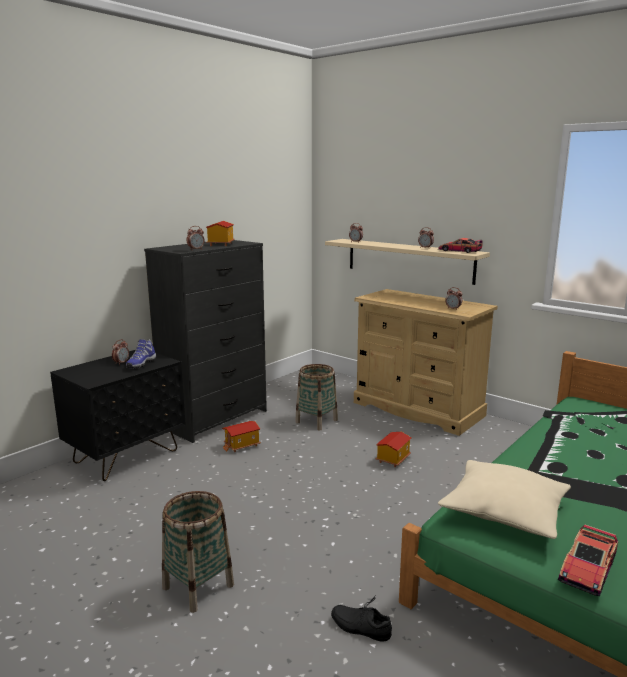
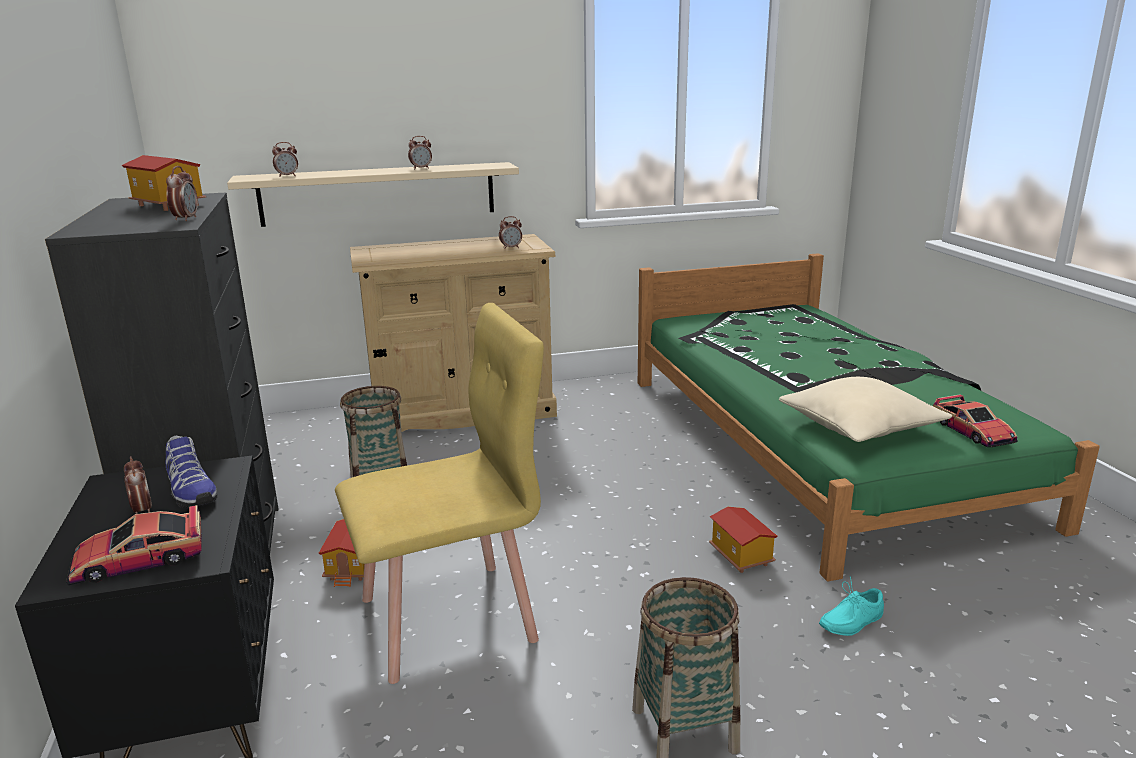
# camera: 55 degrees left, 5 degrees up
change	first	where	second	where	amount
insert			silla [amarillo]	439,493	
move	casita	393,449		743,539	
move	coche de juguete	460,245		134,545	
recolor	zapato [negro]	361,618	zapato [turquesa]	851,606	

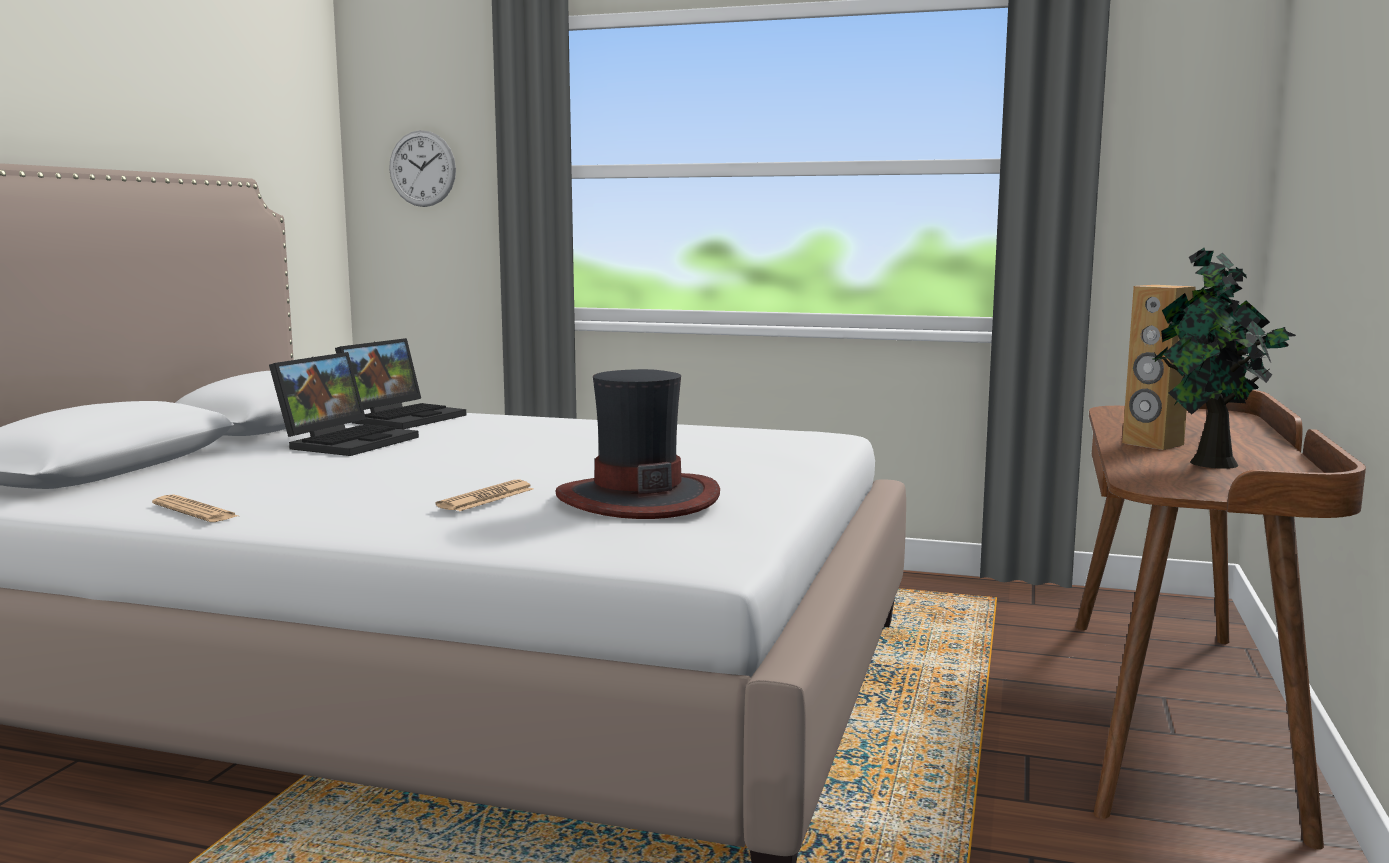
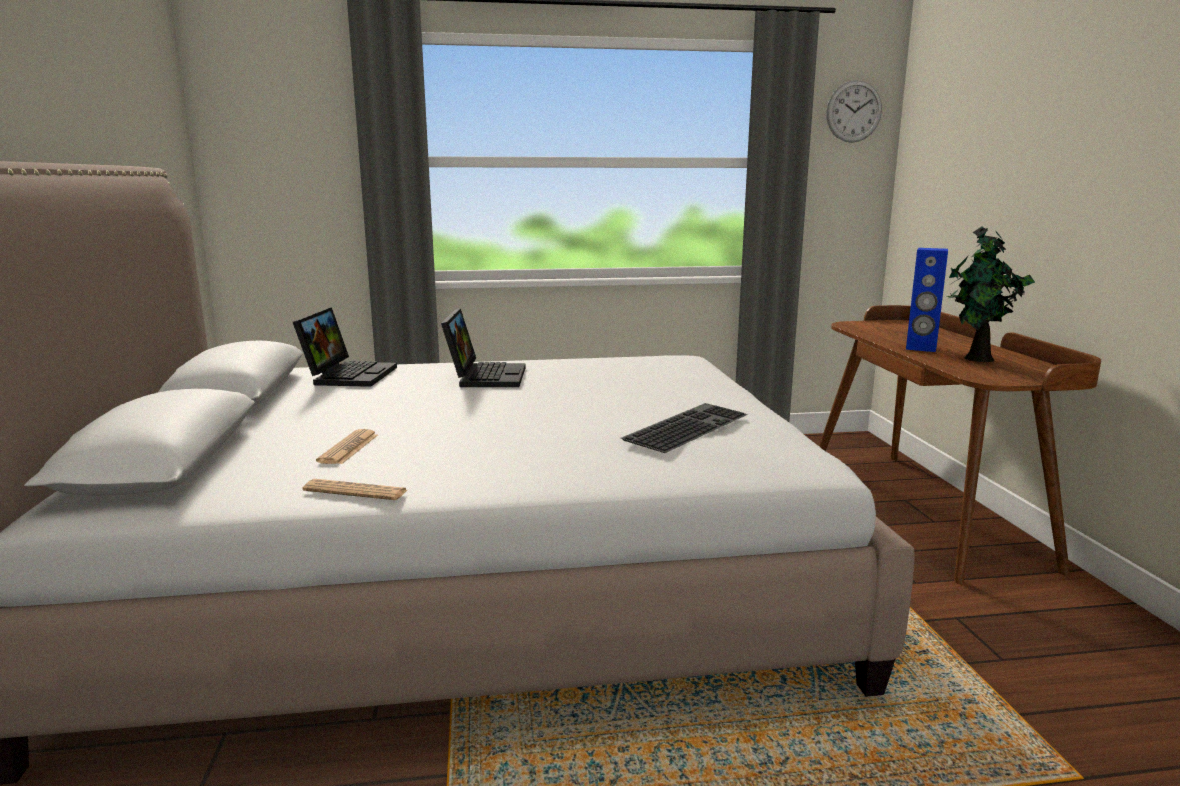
# camera: 25 degrees left, 5 degrees up
change	first	where	second	where	amount
move	portátil	344,404		483,347	
move	reloj de pared	422,168		854,111	
move	periódico	484,495		347,446	
replace	sombrero	638,444	teclado	684,428	
recolor	altavoz [marrón]	1159,367	altavoz [azul]	927,300	

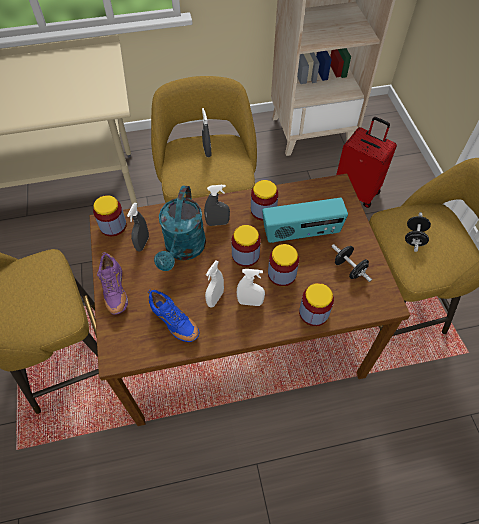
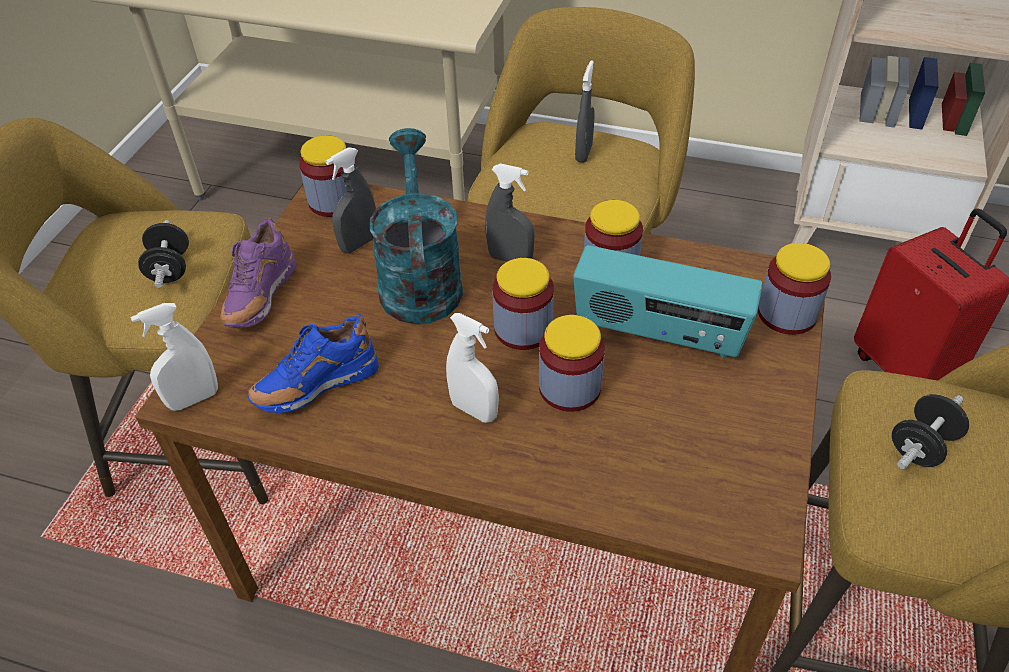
# camera: 30 degrees right, 10 degrees down
change	first	where	second	where	amount
move	pulverizador [blanco]	214,283		174,357	
move	tarro	316,304		794,289	
move	mancuerna [negro]	351,263		163,254	
rotate	zapato [azul]	173,316		313,363	75 degrees clockwise
rotate	regadera [turquesa]	180,228		416,226	135 degrees clockwise

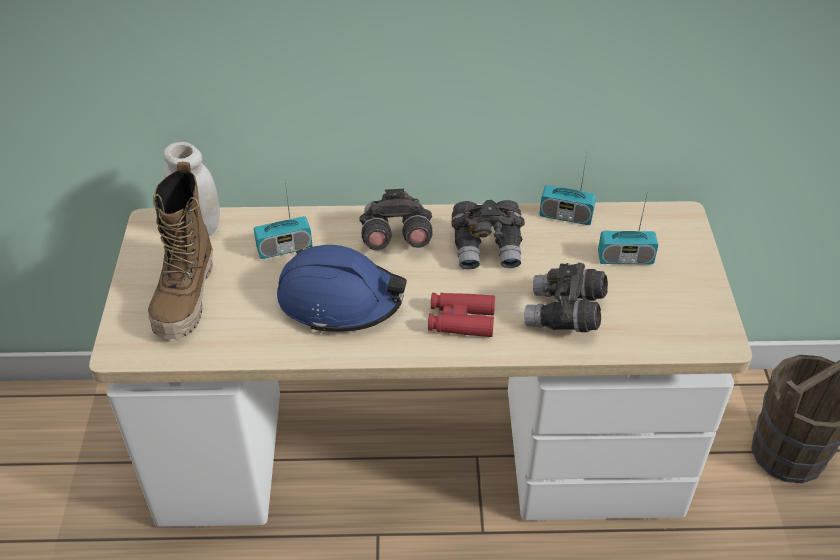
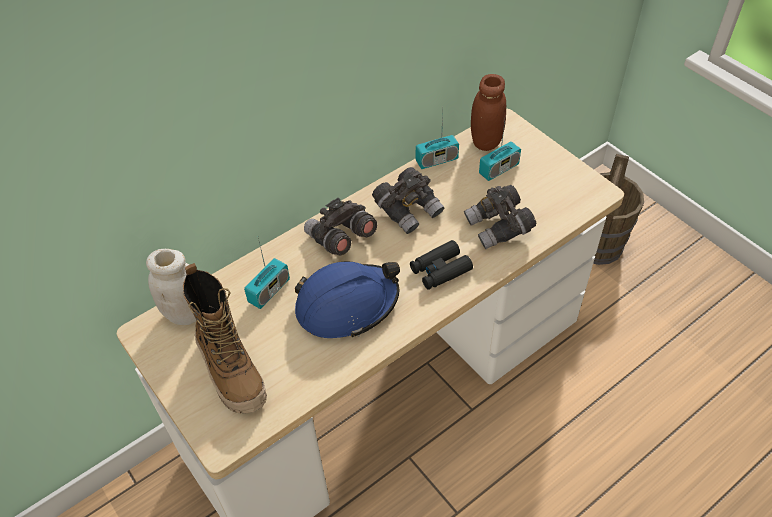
# camera: 35 degrees left, 5 degrees up
change	first	where	second	where	amount
insert			tarro [marrón]	488,112	
recolor	prismáticos [rojo]	461,315	prismáticos [negro]	441,265	

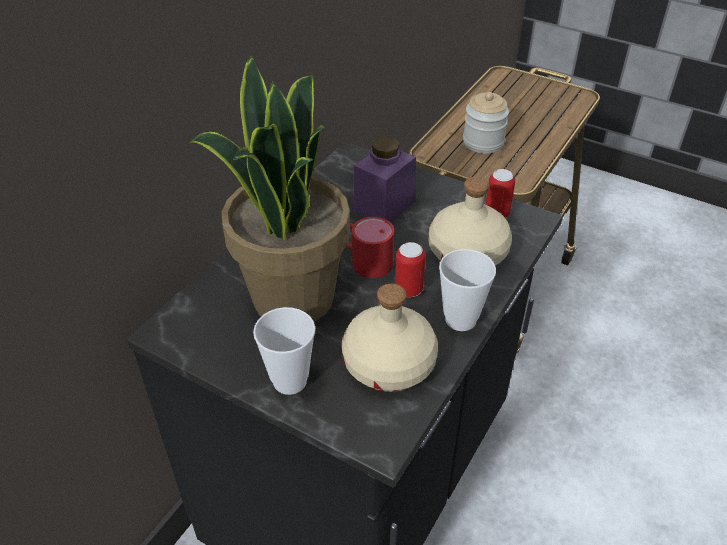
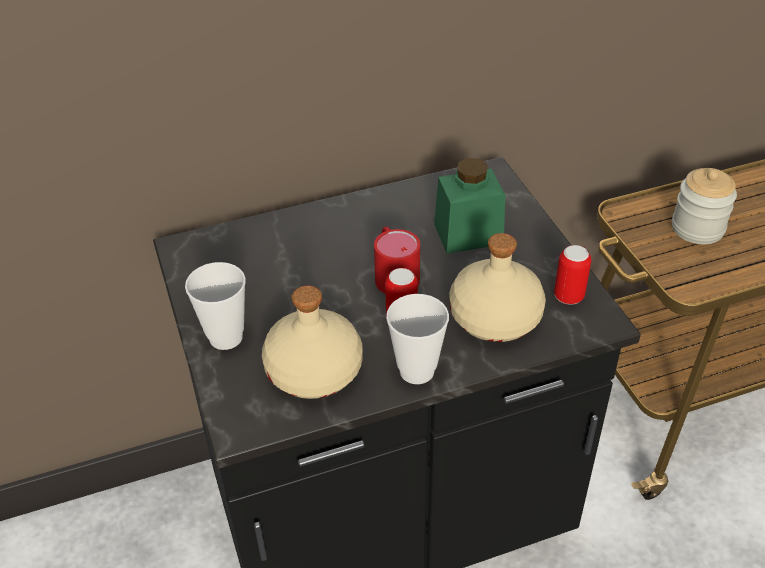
# camera: 40 degrees right, 0 degrees up
change	first	where	second	where	amount
delete	planta en maceta	269,188			
recolor	tarro [morado]	384,179	tarro [verde]	469,206	

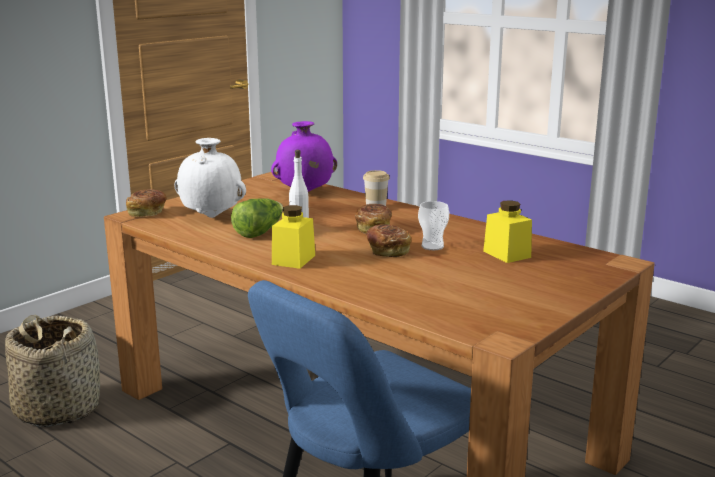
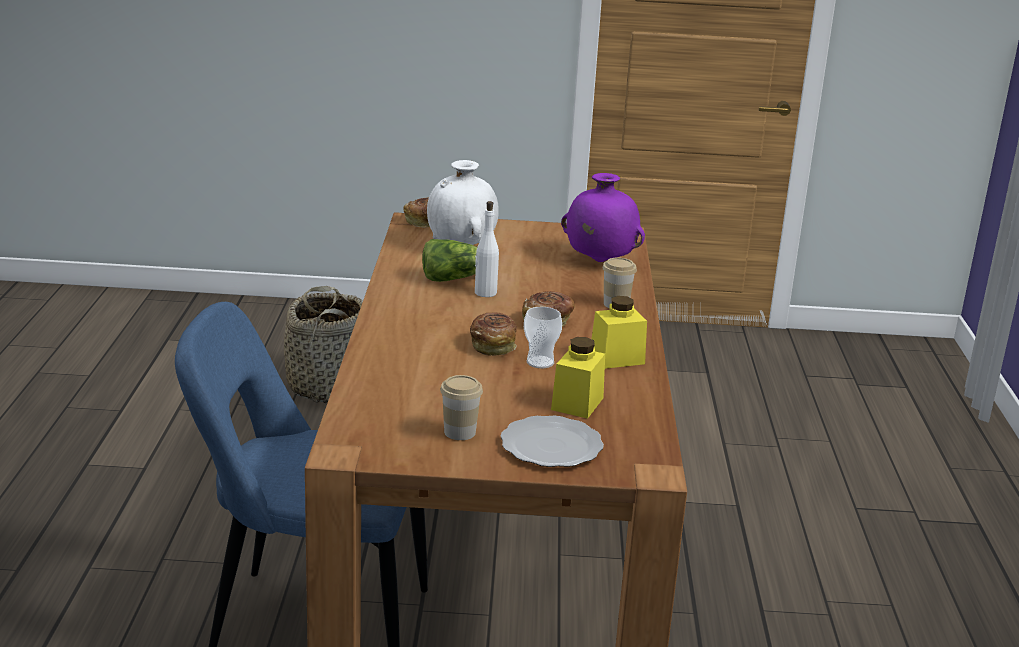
# camera: 50 degrees right, 5 degrees up
change	first	where	second	where	amount
insert			taza	461,407	
insert			plato	552,441	
move	tarro [amarillo]	293,237		619,332	

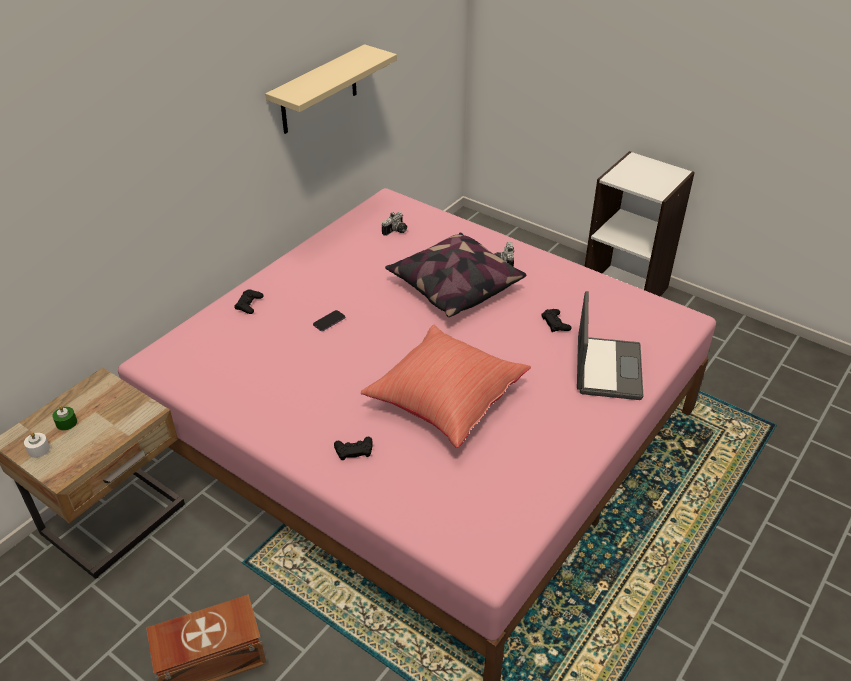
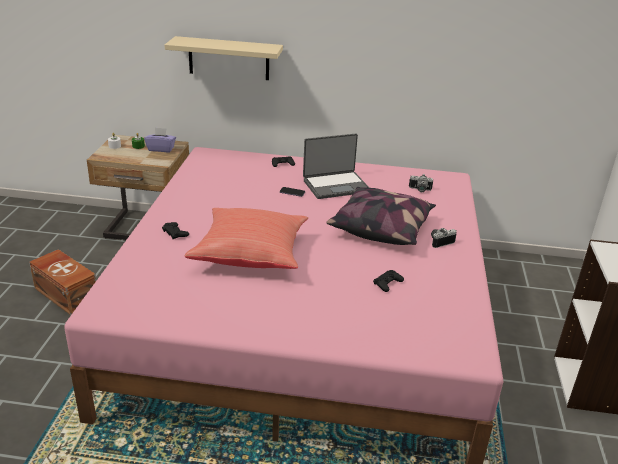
# camera: 60 degrees right, 10 degrees down
change	first	where	second	where	amount
insert			caja de pañuelos [morado]	160,139	
move	estante [beis]	331,89		223,58	
move	portátil	610,345		336,166	

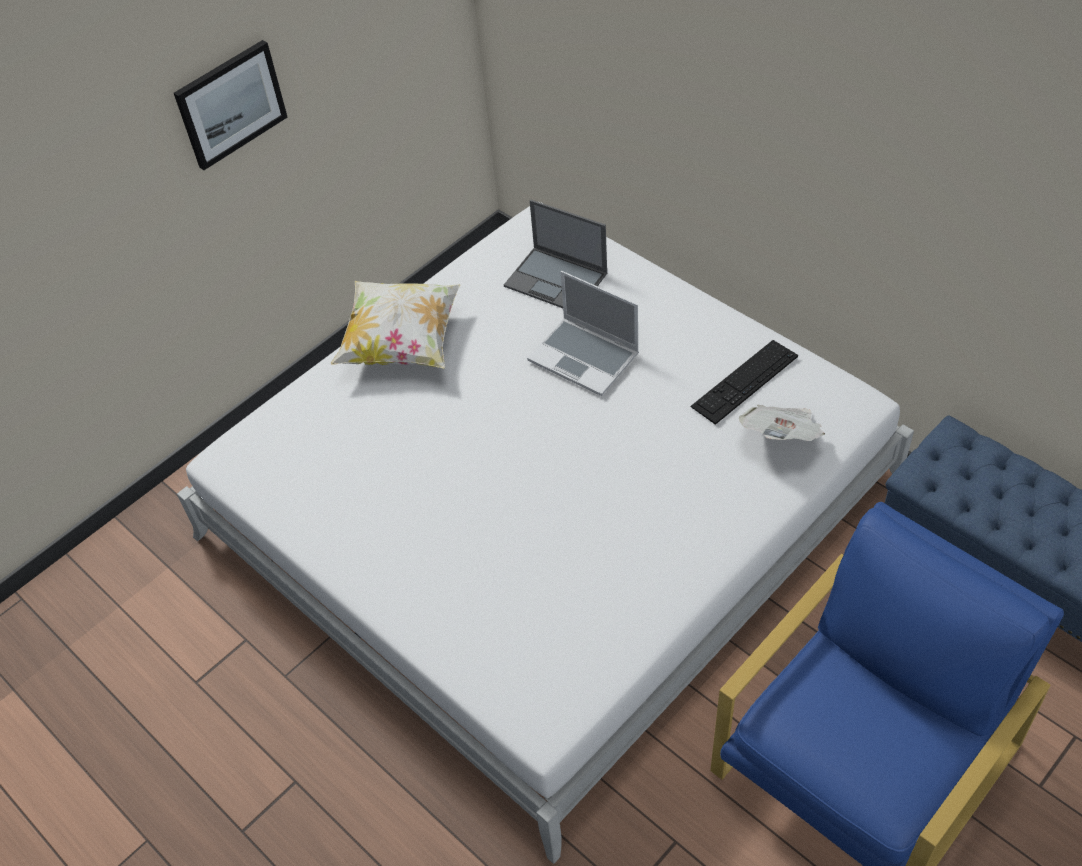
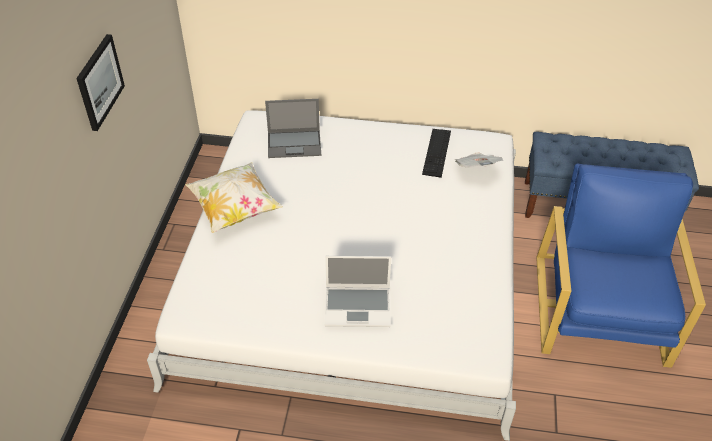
# camera: 40 degrees left, 5 degrees down
change	first	where	second	where	amount
move	portátil	583,333		358,291	

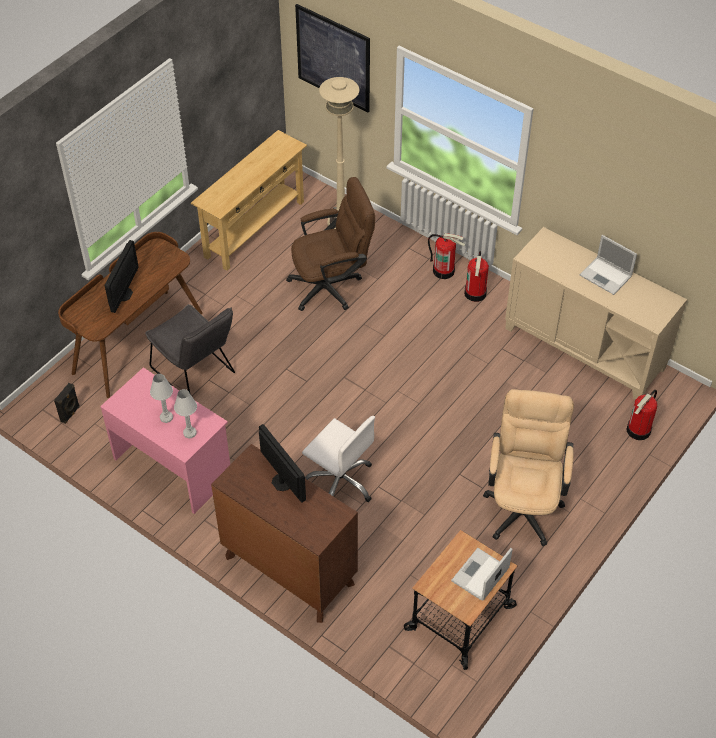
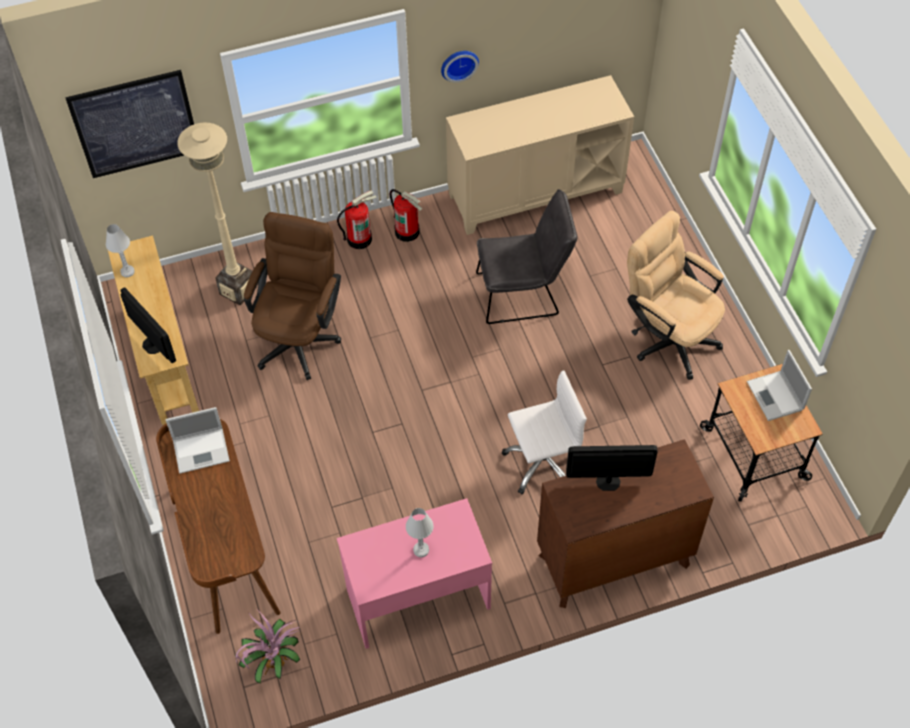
# camera: 55 degrees left, 5 degrees up
change	first	where	second	where	amount
delete	extintor	642,415			
insert			reloj de pared	460,67	
move	monitor	121,276		148,325	
move	silla [gris]	190,348		526,256	
move	lámpara de mesa [blanco]	185,413		120,250	
move	portátil	608,265		197,440	
replace	altavoz [negro]	67,403	planta en maceta	267,646	

